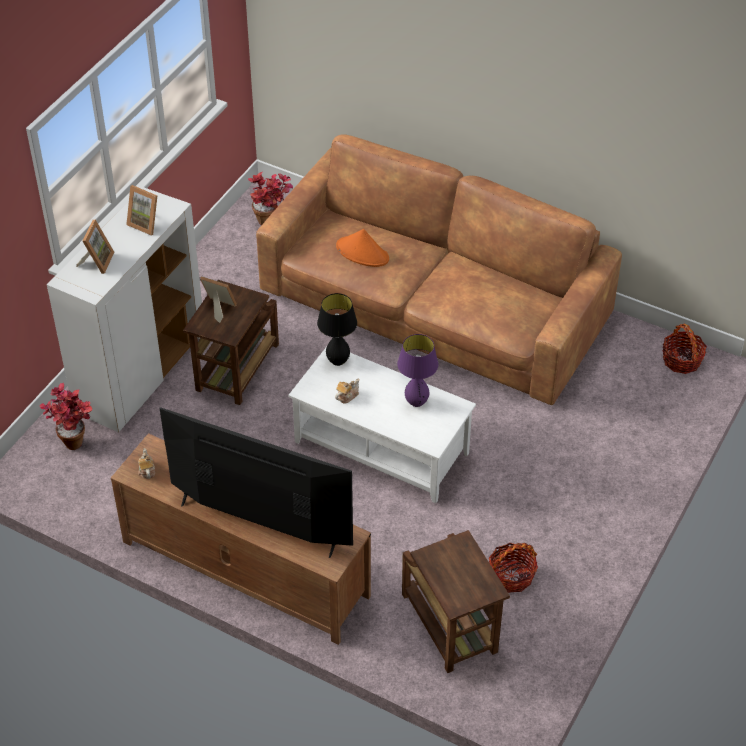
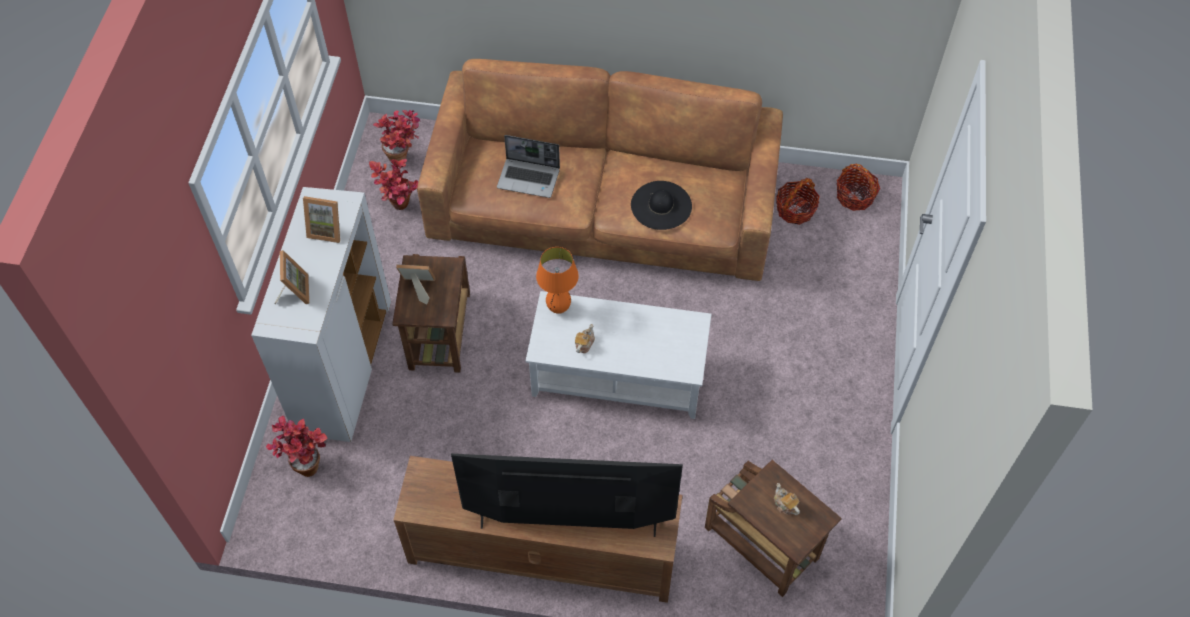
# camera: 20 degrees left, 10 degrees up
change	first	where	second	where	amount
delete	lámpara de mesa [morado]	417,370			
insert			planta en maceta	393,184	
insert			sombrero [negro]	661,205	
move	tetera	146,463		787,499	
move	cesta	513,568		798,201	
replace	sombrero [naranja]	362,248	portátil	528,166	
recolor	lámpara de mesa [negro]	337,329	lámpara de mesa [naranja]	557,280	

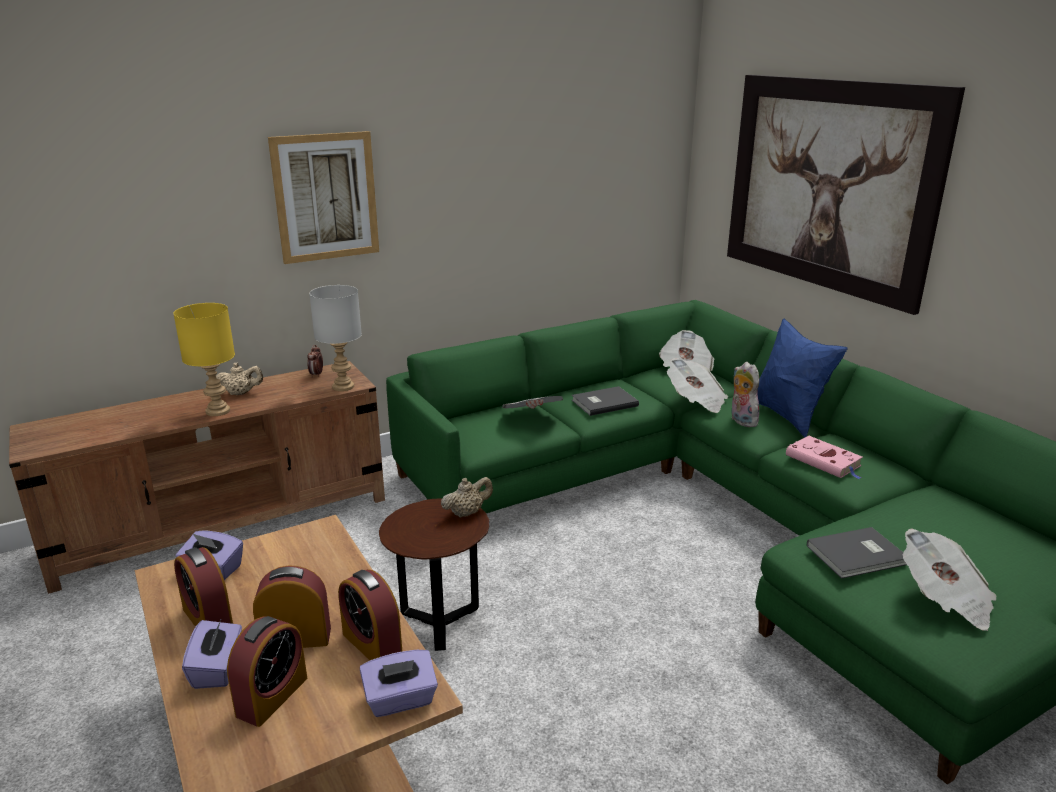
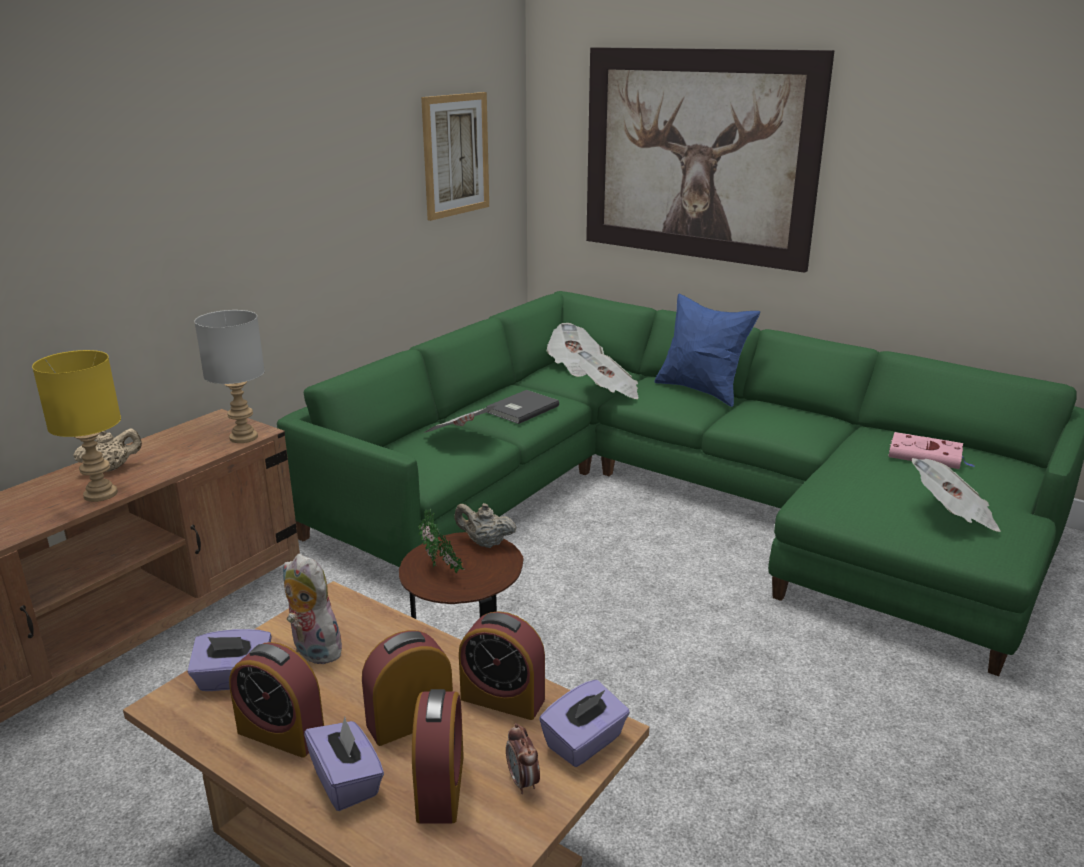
# camera: 25 degrees left, 0 degrees up
change	first	where	second	where	amount
delete	libro [gris]	857,553			
insert			planta en maceta	441,541	
move	cuadro	323,197		455,156	
move	despertador	315,361		523,758	
move	peluche	745,394		312,609	
move	libro [rosa]	824,458		931,450	
rotate	tetera [beis]	467,497		485,525	105 degrees counterclockwise

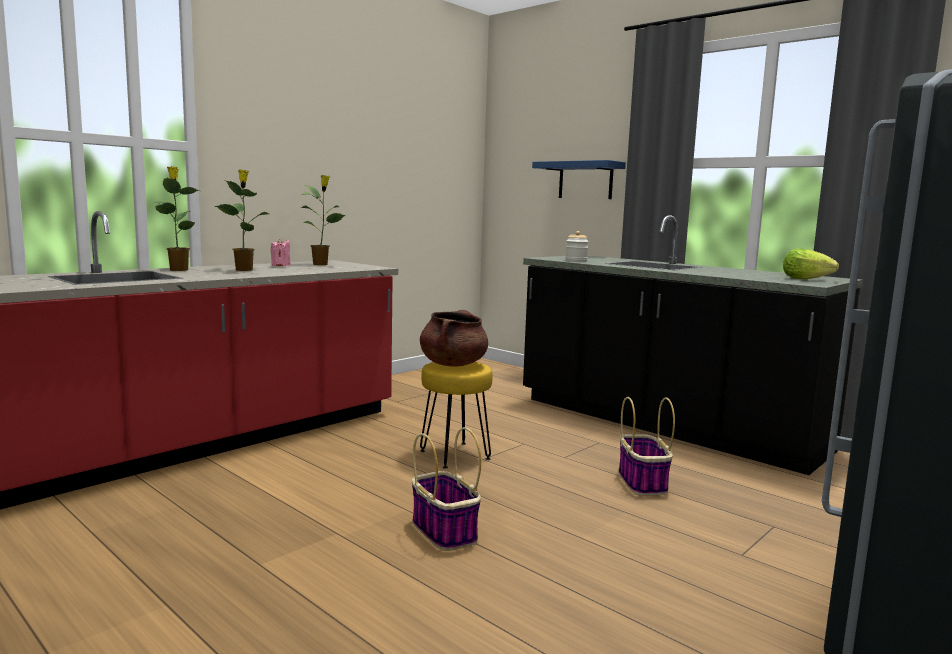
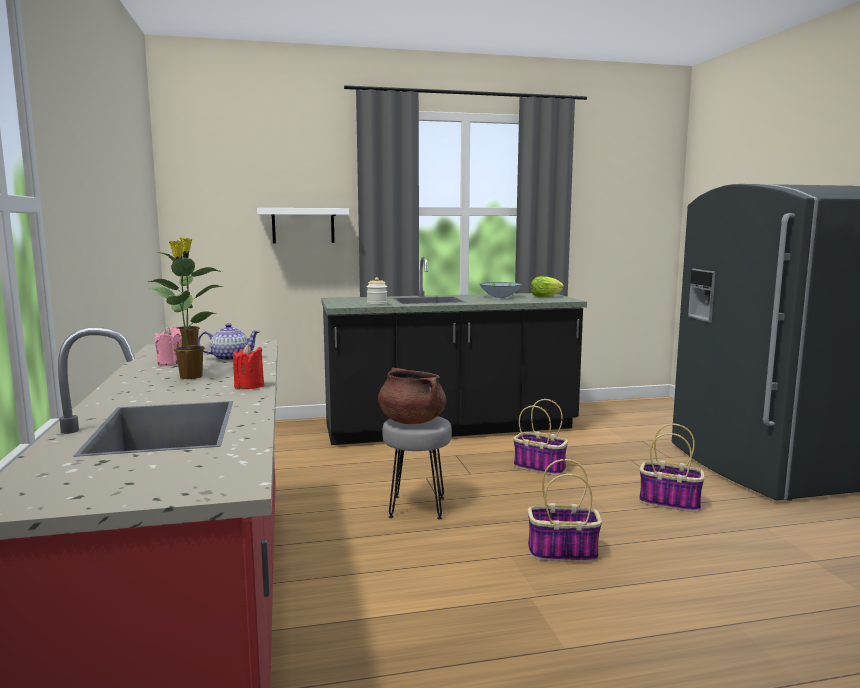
# camera: 55 degrees left, 0 degrees up
change	first	where	second	where	amount
delete	planta en maceta	176,218			
insert			tetera	229,342	
insert			vela [rojo]	248,366	
insert			cuenco	501,290	
insert			cesta	672,468	
recolor	taburete [amarillo]	456,415	taburete [gris]	417,468	
recolor	estante [azul]	579,179	estante [blanco]	303,225	

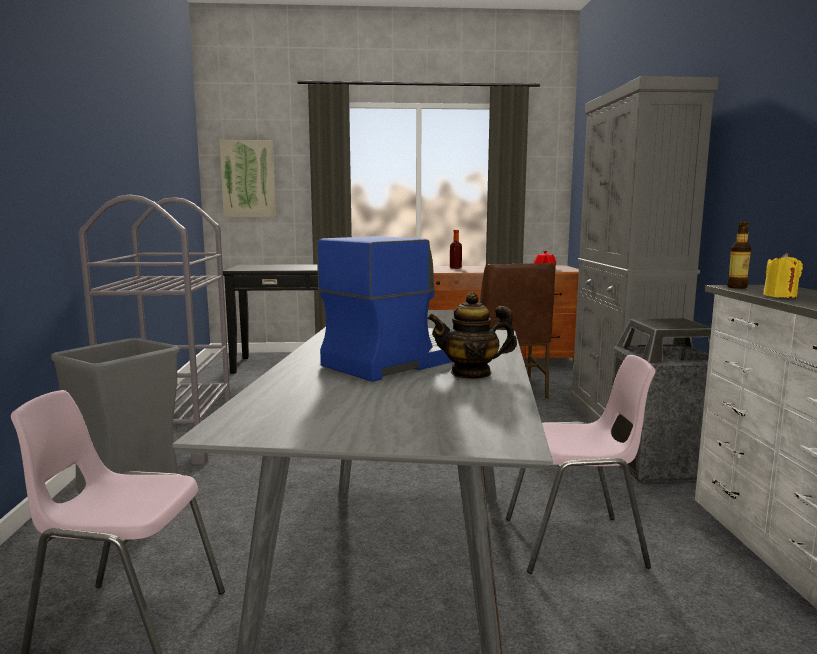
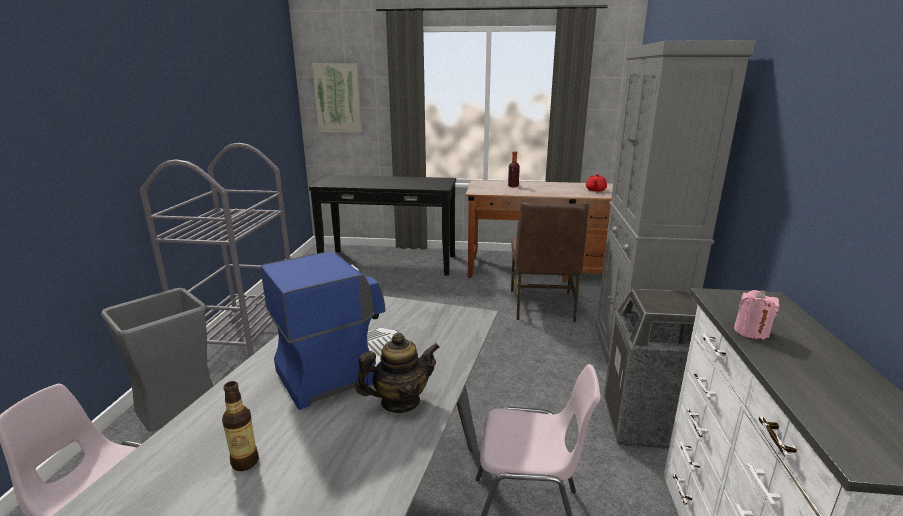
# camera: 10 degrees right, 10 degrees up
change	first	where	second	where	amount
move	botella	739,255		240,426	
recolor	vela [amarillo]	783,275	vela [rosa]	756,315	
rotate	tetera	472,335		397,372	150 degrees clockwise

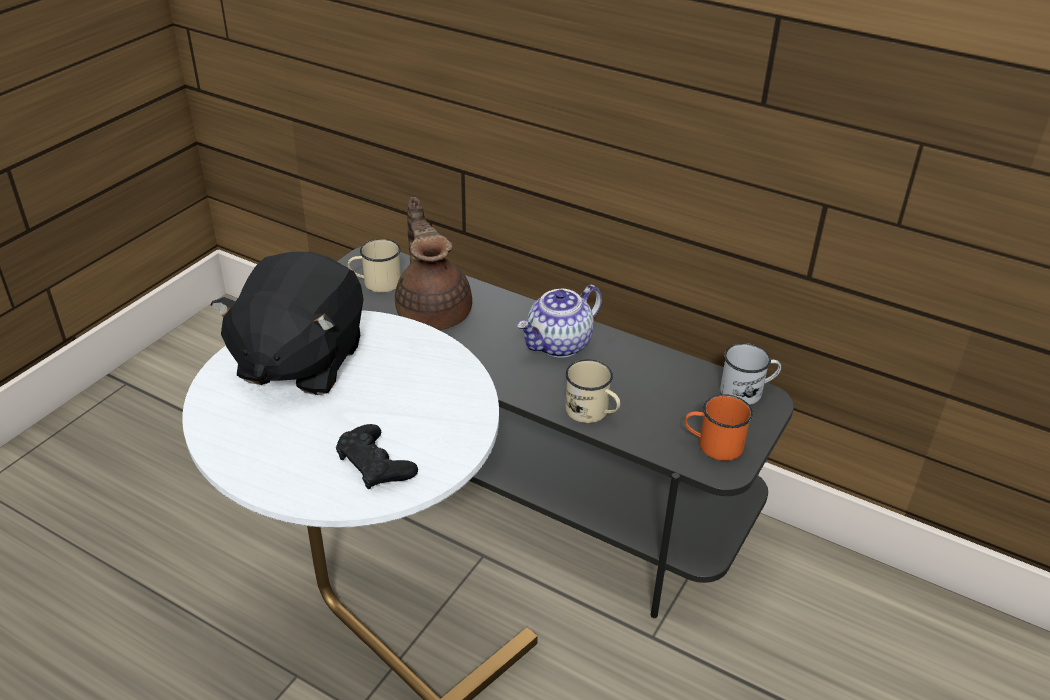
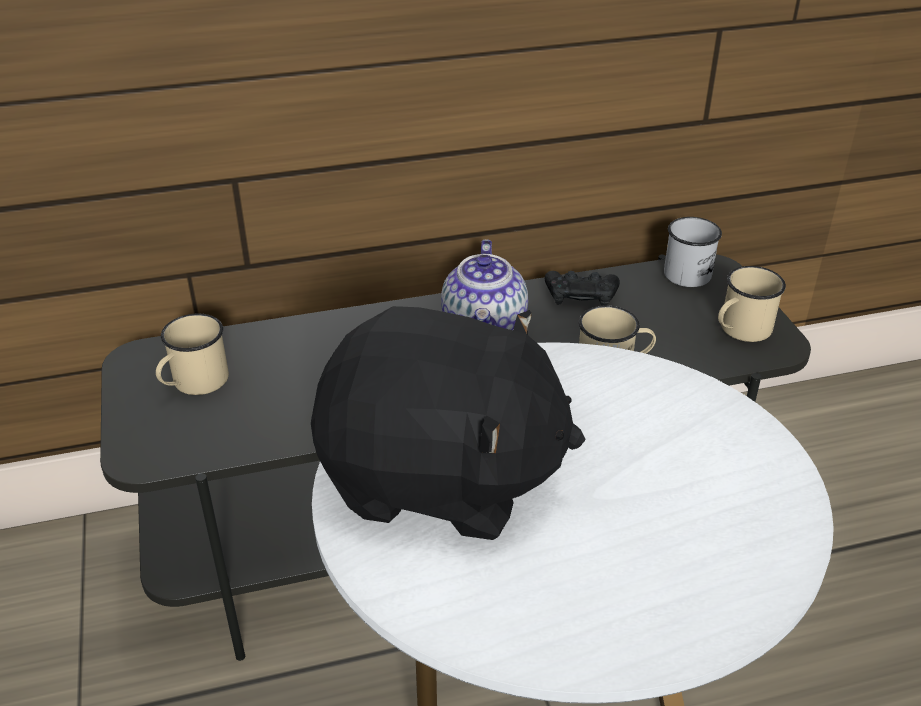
# camera: 45 degrees left, 0 degrees up
change	first	where	second	where	amount
delete	tetera [marrón]	433,263			
move	mando de consola [negro]	377,456		582,288	
recolor	taza grande [naranja]	719,427	taza grande [beis]	752,304	
rotate	peluche [negro]	287,323		448,423	45 degrees counterclockwise

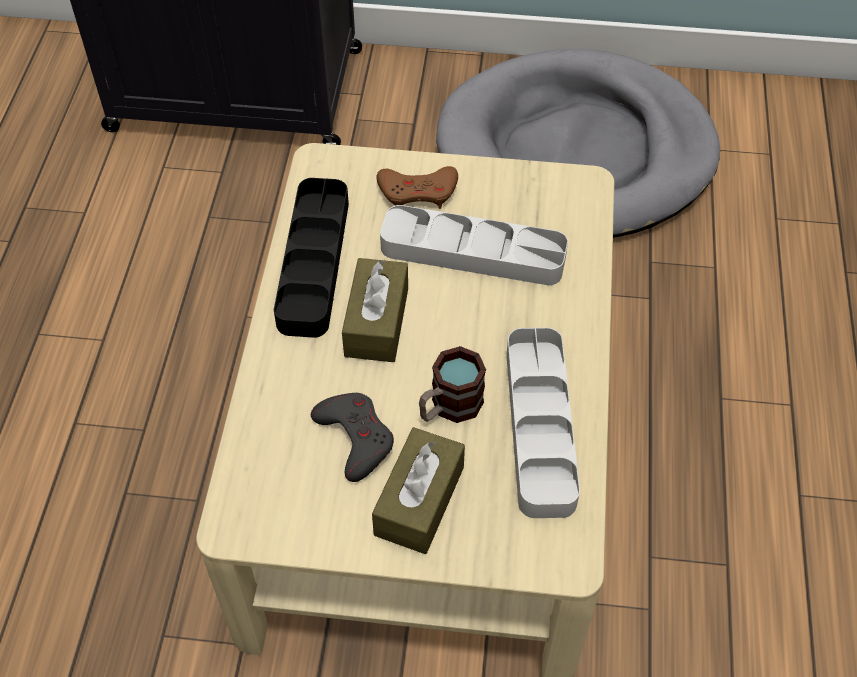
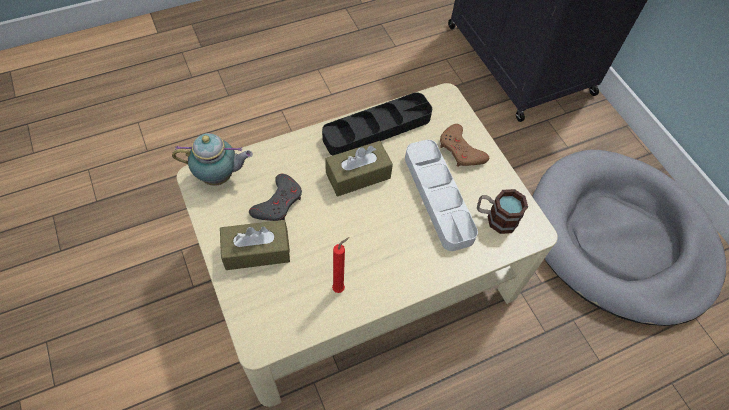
# camera: 55 degrees right, 5 degrees up
change	first	where	second	where	amount
insert			tetera	212,159	
move	taza grande	452,384		502,211	
replace	bandeja [gris]	543,423	vela [rojo]	340,265	

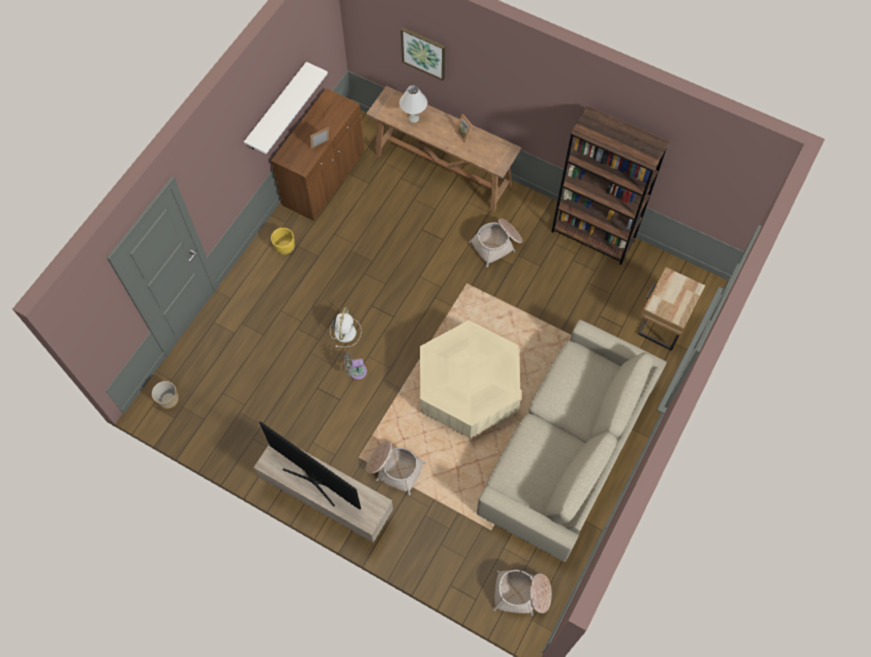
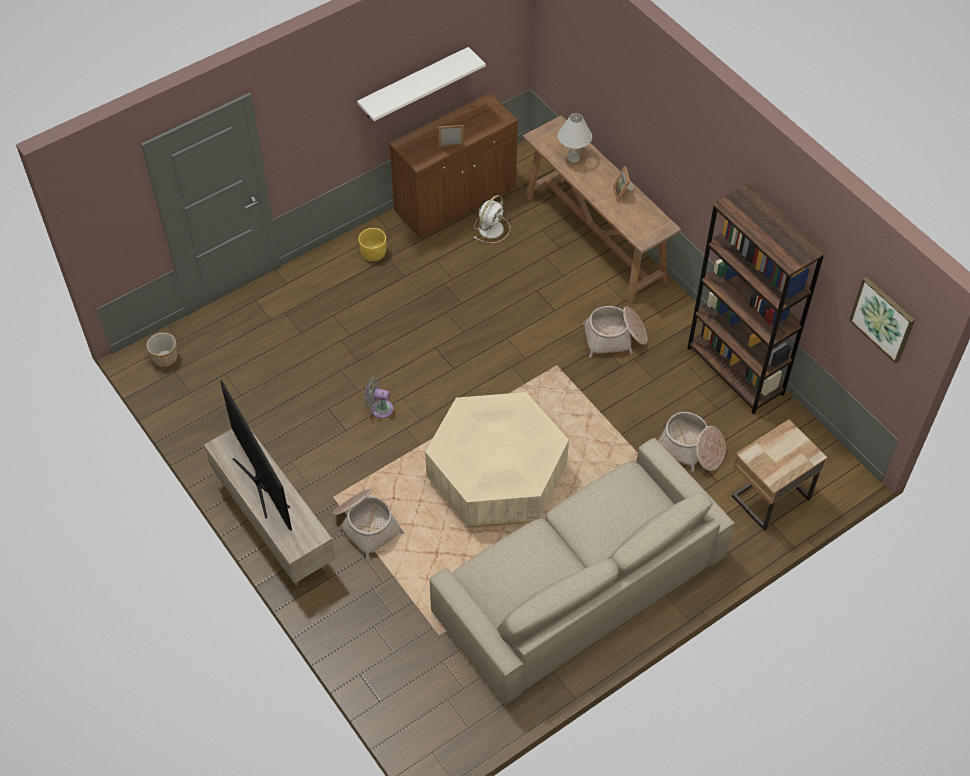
# camera: 25 degrees right, 10 degrees down
change	first	where	second	where	amount
move	ventilador [blanco]	345,327		492,219	
move	cuadro	423,54		882,320	
move	cesta	522,593		692,442	

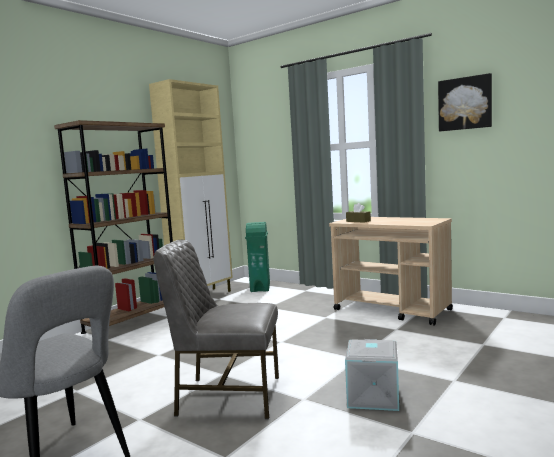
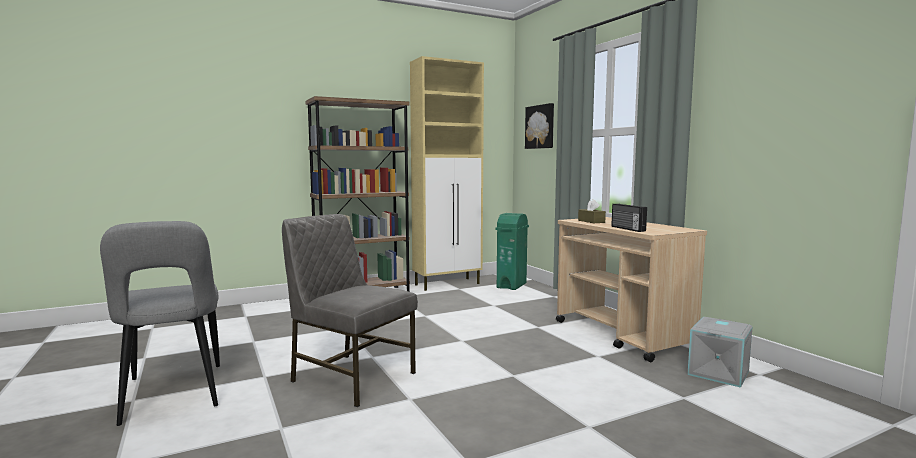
# camera: 25 degrees right, 0 degrees up
change	first	where	second	where	amount
insert			radio	629,218	
move	caja de almacenaje [gris]	372,375		720,352	
move	cuadro	465,102		539,126	

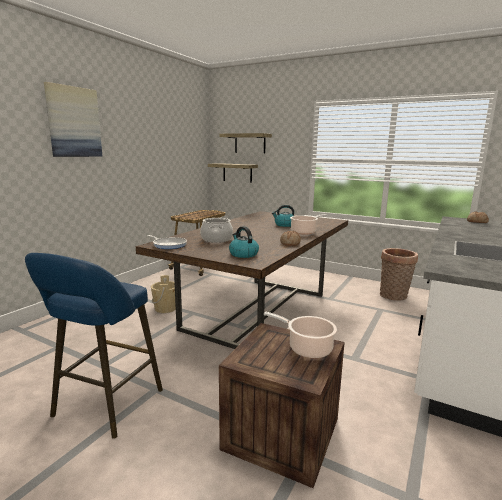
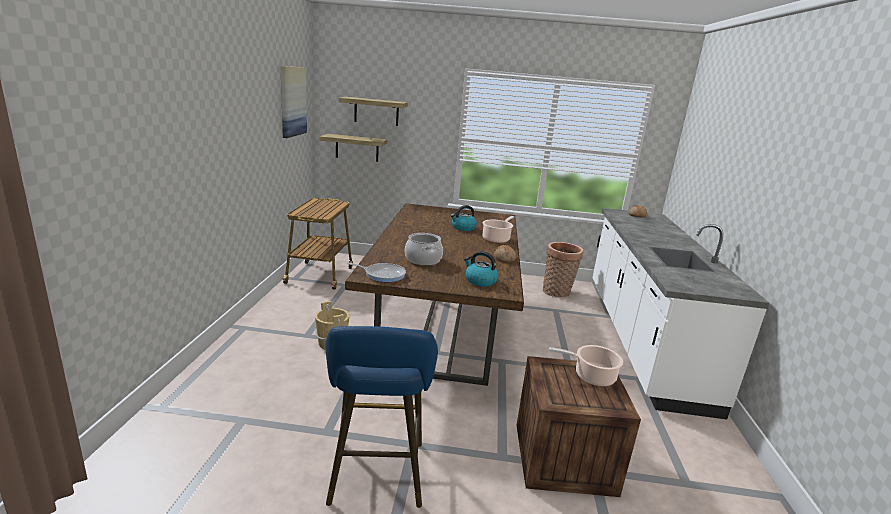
# camera: 25 degrees left, 5 degrees up
change	first	where	second	where	amount
move	cuadro	73,119		293,102	

